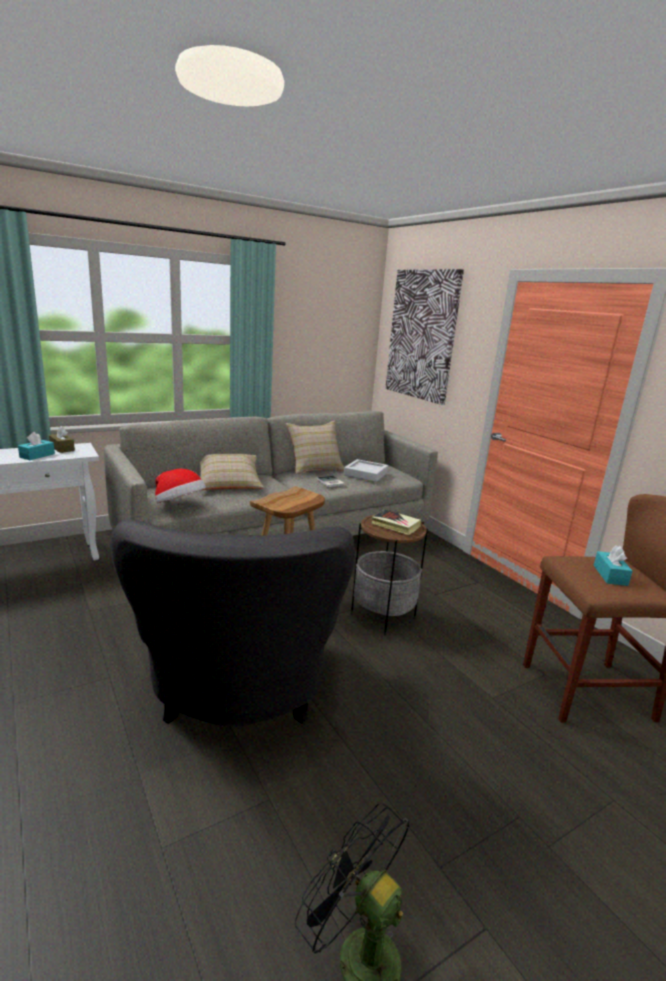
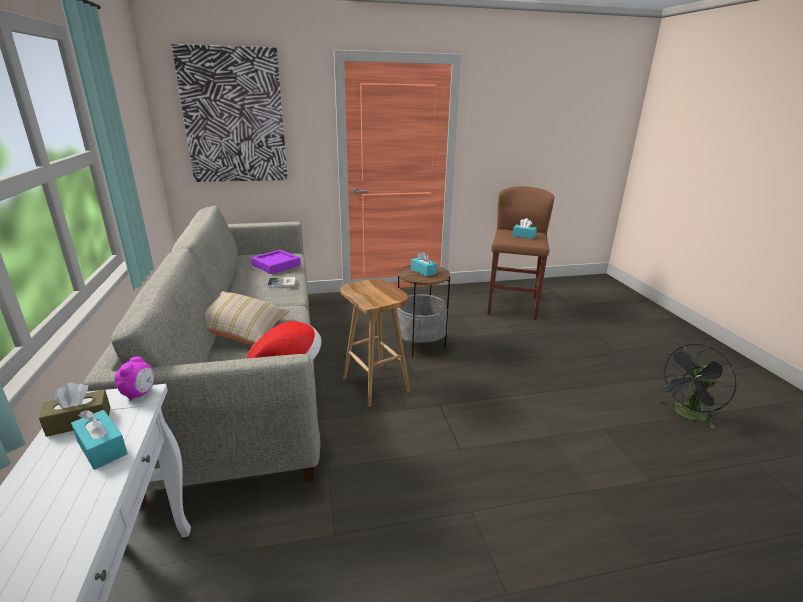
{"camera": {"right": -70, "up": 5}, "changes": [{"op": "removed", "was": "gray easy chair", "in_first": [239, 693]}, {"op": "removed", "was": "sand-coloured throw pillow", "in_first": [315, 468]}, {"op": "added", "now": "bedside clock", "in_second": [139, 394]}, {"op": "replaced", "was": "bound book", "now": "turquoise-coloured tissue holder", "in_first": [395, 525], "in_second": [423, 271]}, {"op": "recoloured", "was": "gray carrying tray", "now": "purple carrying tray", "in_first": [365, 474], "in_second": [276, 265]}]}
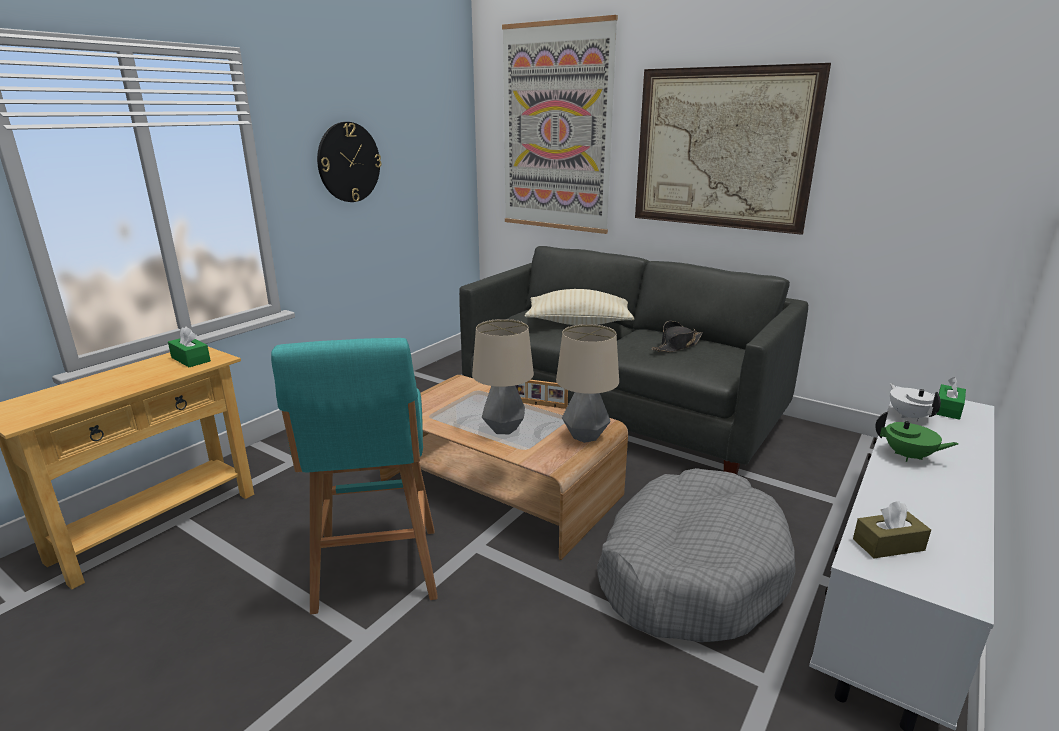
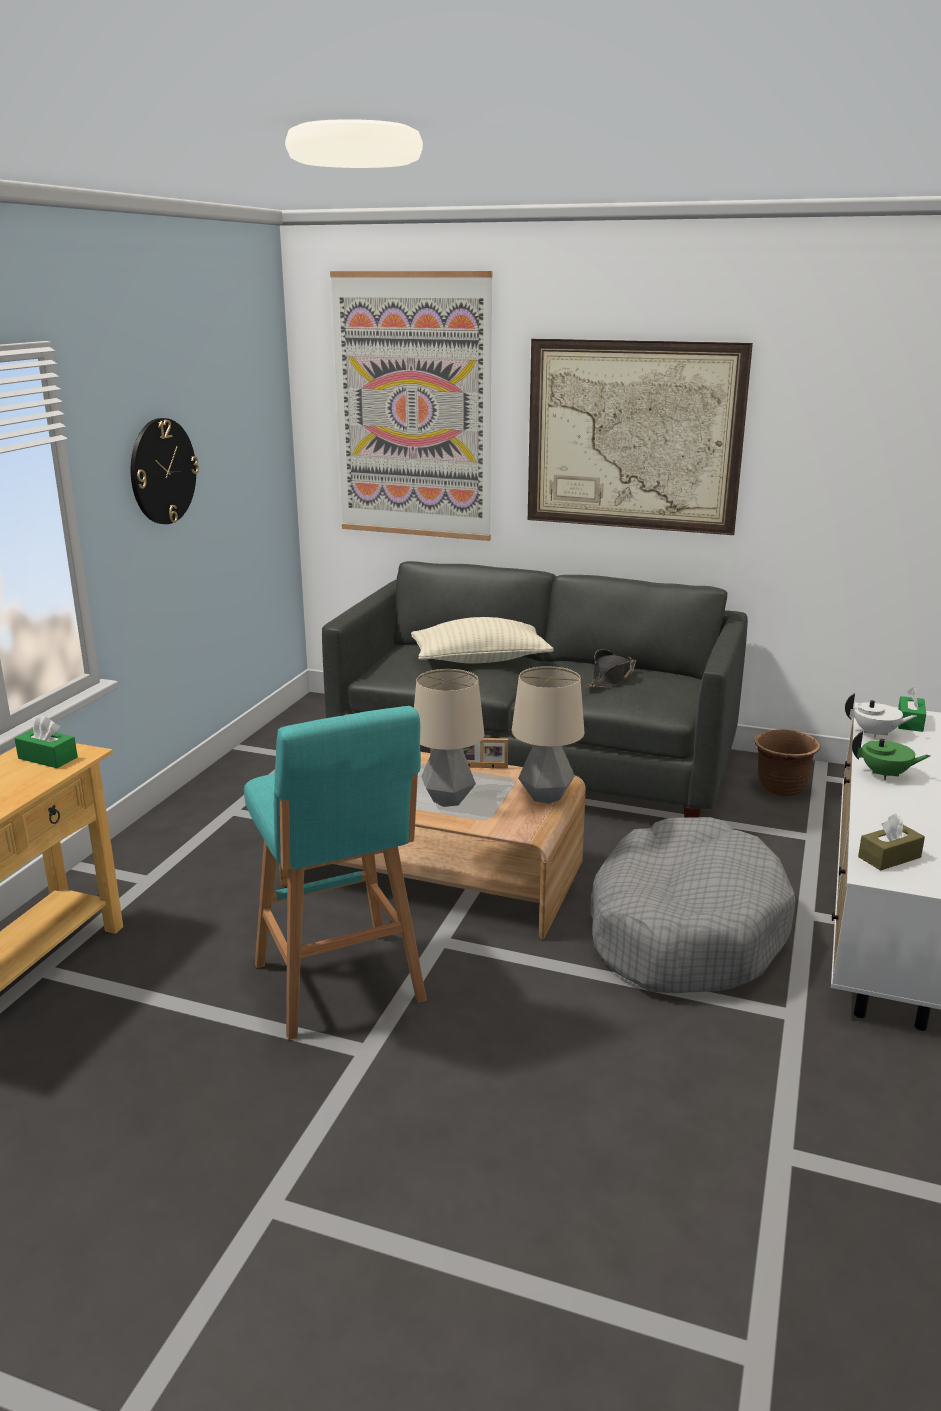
{"camera": {"right": -15, "up": 0}, "changes": [{"op": "added", "now": "brown plant pot", "in_second": [781, 788]}, {"op": "turned", "was": "white tea pot", "in_first": [909, 416], "in_second": [875, 734], "clockwise": 135}]}
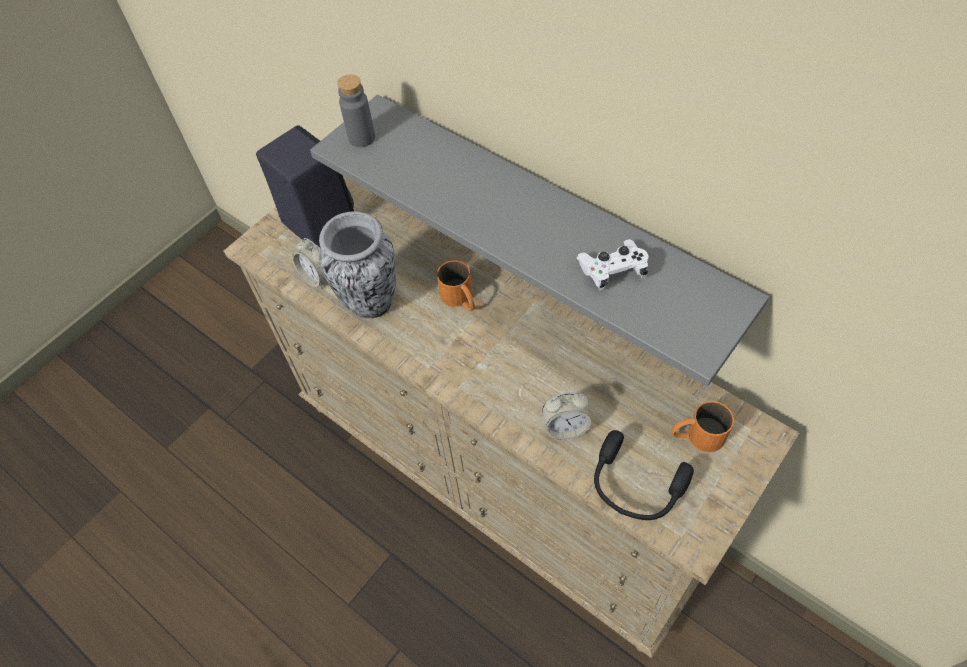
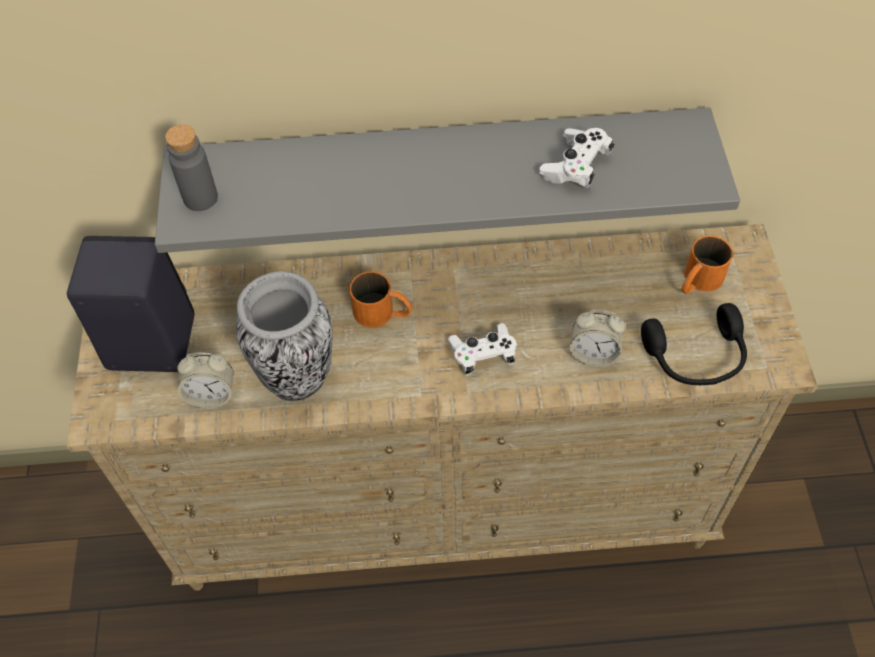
{"camera": {"right": -45, "up": 0}, "changes": [{"op": "added", "now": "white game controller", "in_second": [482, 355]}, {"op": "turned", "was": "bedside clock", "in_first": [565, 427], "in_second": [594, 354], "clockwise": 60}]}
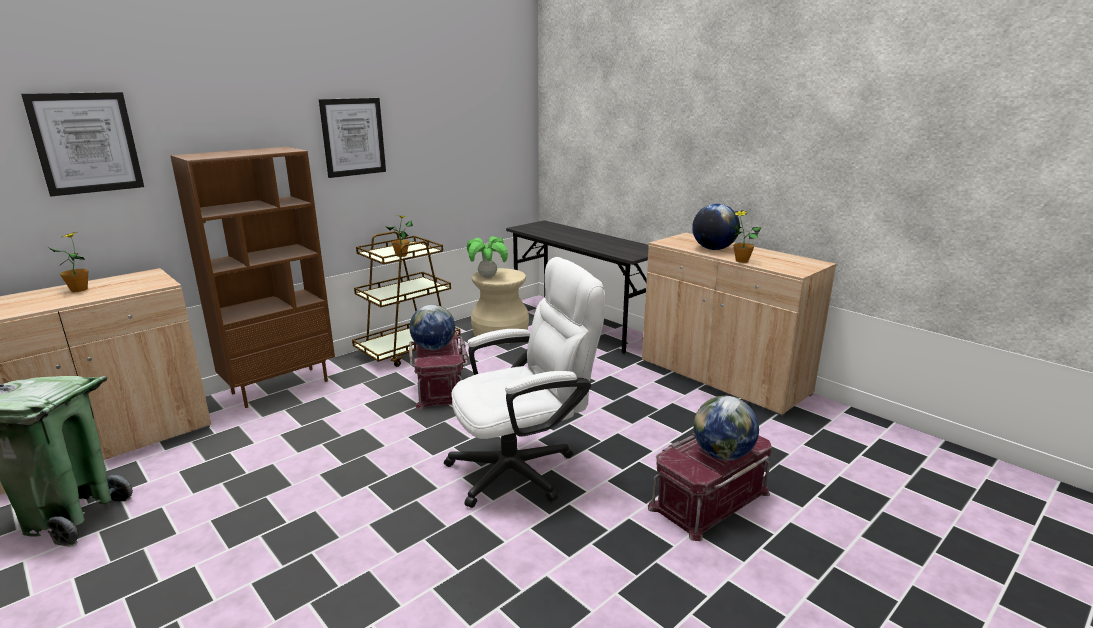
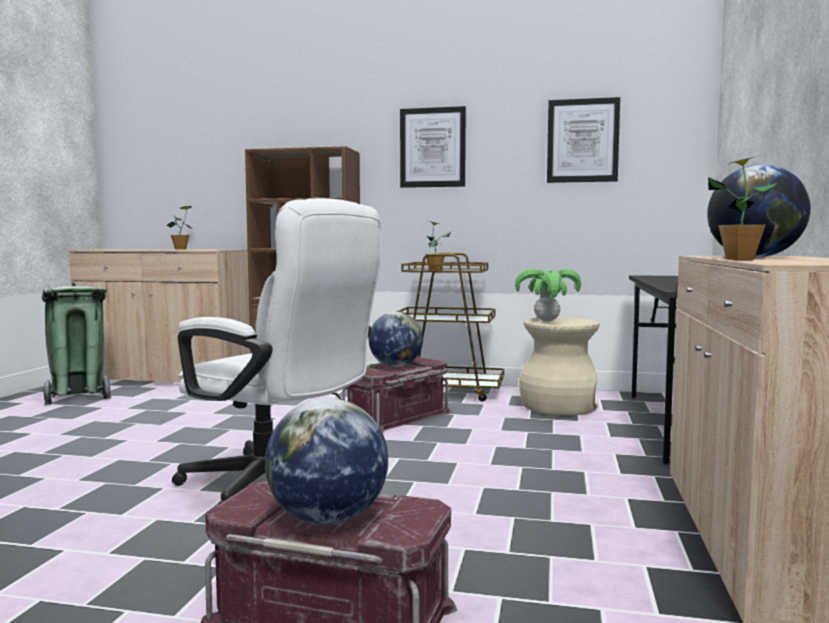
{"camera": {"right": 55, "up": -15}, "changes": [{"op": "moved", "was": "picture", "in_first": [86, 143], "in_second": [582, 141]}]}
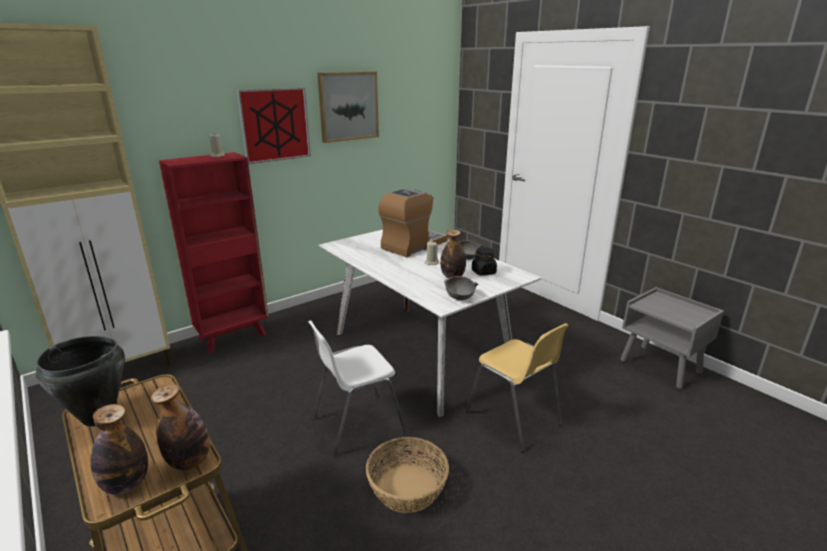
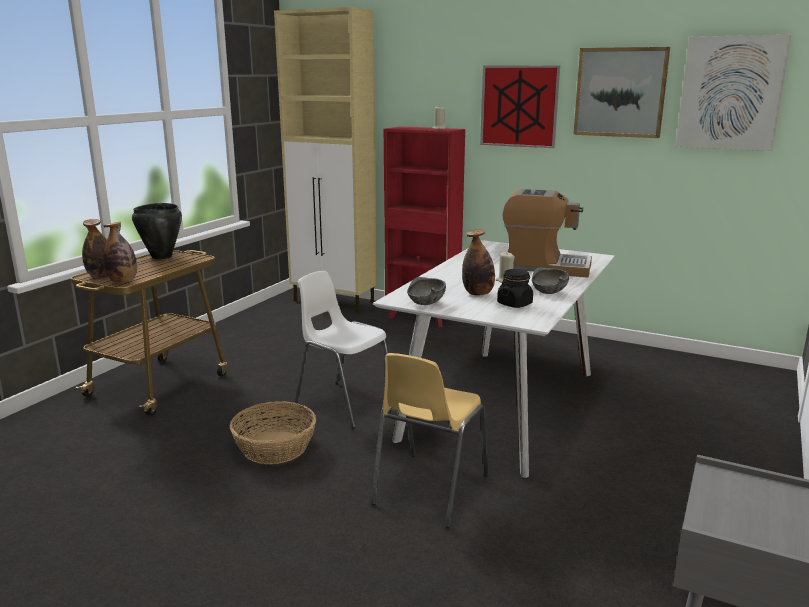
{"camera": {"right": 65, "up": -5}, "changes": [{"op": "added", "now": "picture", "in_second": [730, 93]}]}
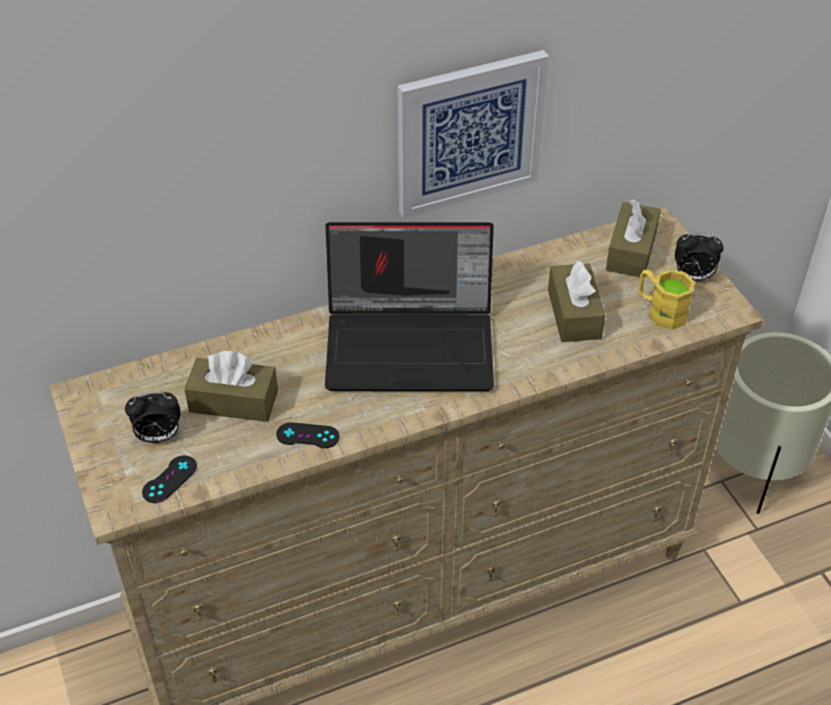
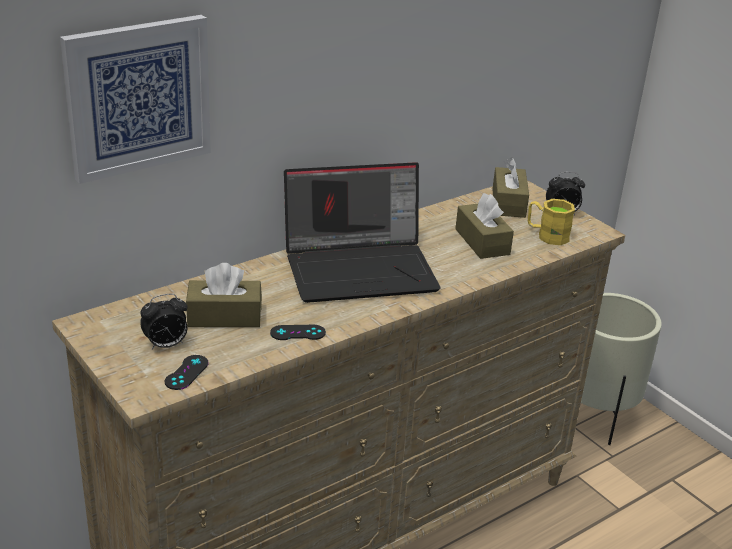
{"camera": {"right": -15, "up": -15}, "changes": [{"op": "moved", "was": "picture", "in_first": [469, 132], "in_second": [138, 97]}]}
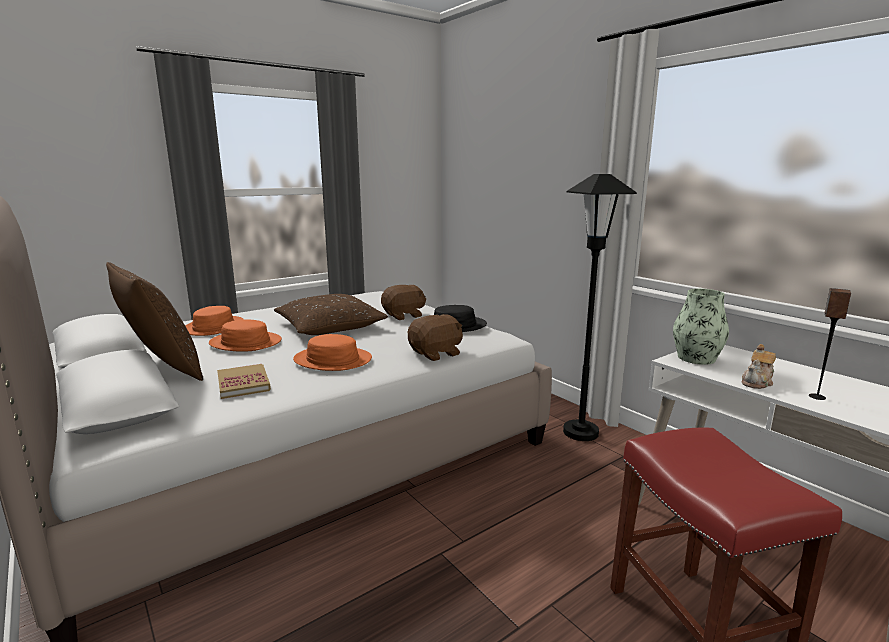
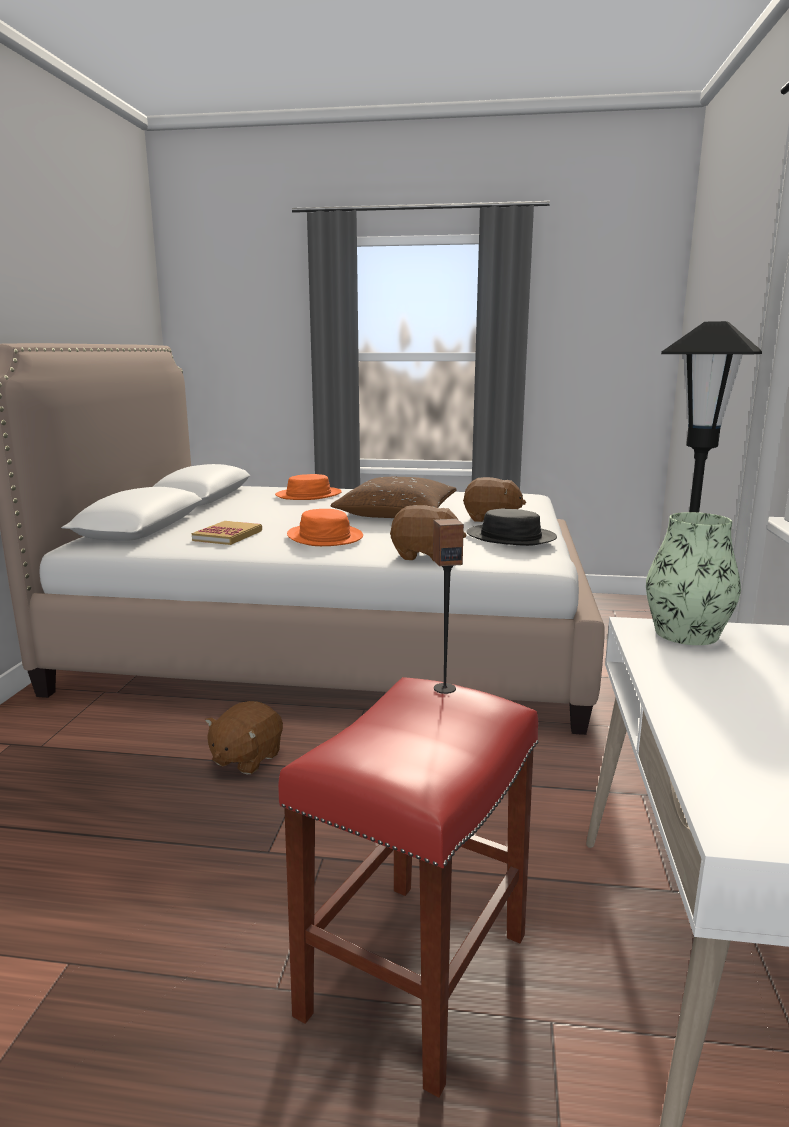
{"camera": {"right": 45, "up": 0}, "changes": [{"op": "removed", "was": "brown throw pillow", "in_first": [162, 370]}, {"op": "removed", "was": "orange-coloured hat", "in_first": [245, 343]}, {"op": "removed", "was": "tea pot", "in_first": [757, 382]}, {"op": "added", "now": "brown plush toy", "in_second": [246, 758]}, {"op": "moved", "was": "loudspeaker", "in_first": [816, 397], "in_second": [444, 688]}]}
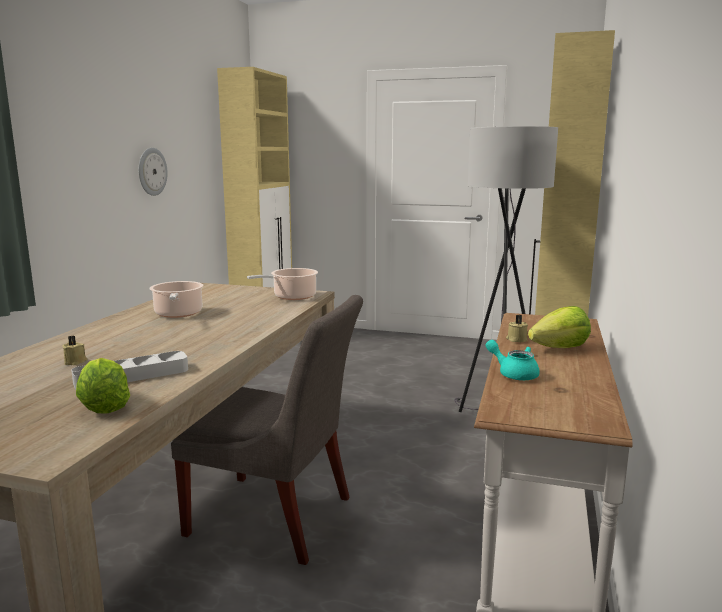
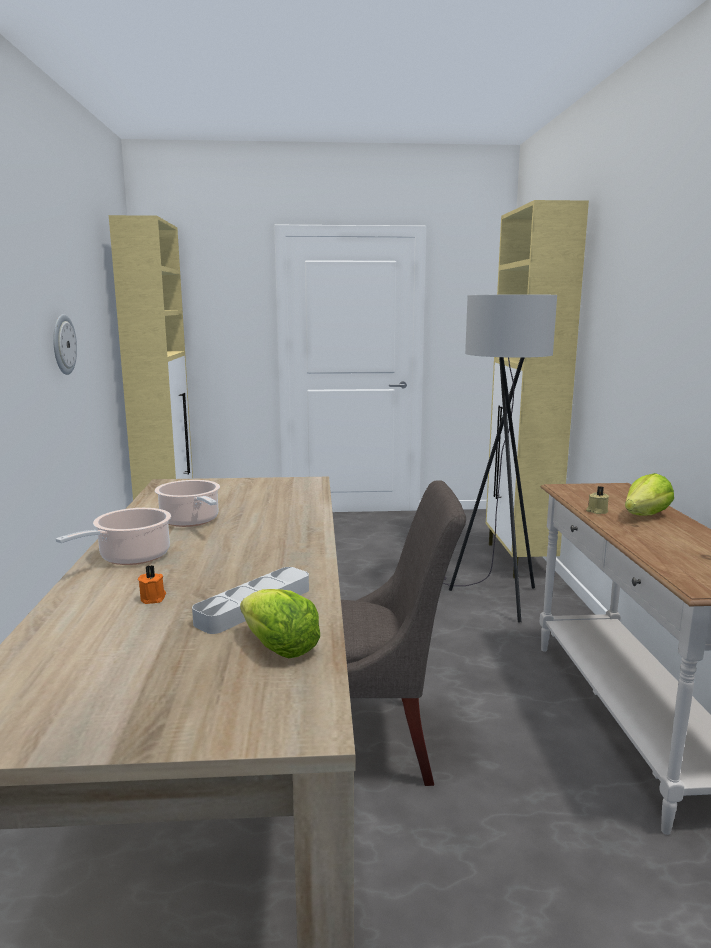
{"camera": {"right": -20, "up": 0}, "changes": [{"op": "removed", "was": "turquoise-coloured tea pot", "in_first": [514, 374]}, {"op": "moved", "was": "saucepot", "in_first": [292, 297], "in_second": [131, 557]}, {"op": "recoloured", "was": "sand-coloured wax light", "now": "orange-coloured wax light", "in_first": [76, 362], "in_second": [154, 598]}]}
